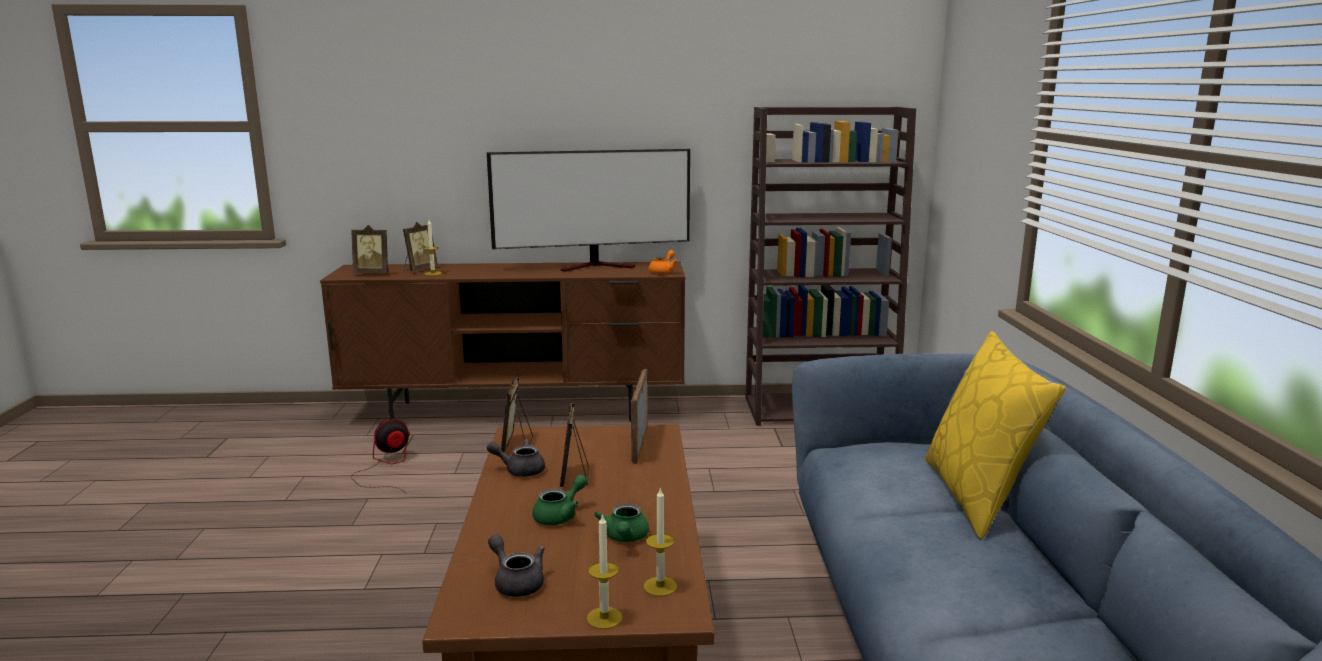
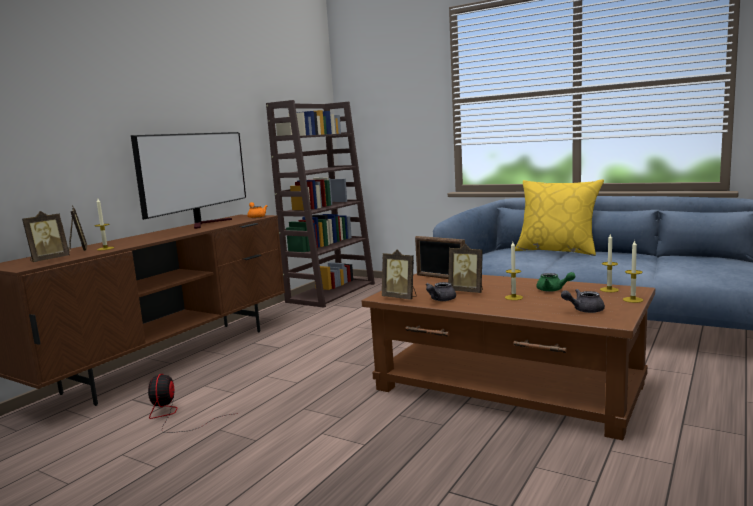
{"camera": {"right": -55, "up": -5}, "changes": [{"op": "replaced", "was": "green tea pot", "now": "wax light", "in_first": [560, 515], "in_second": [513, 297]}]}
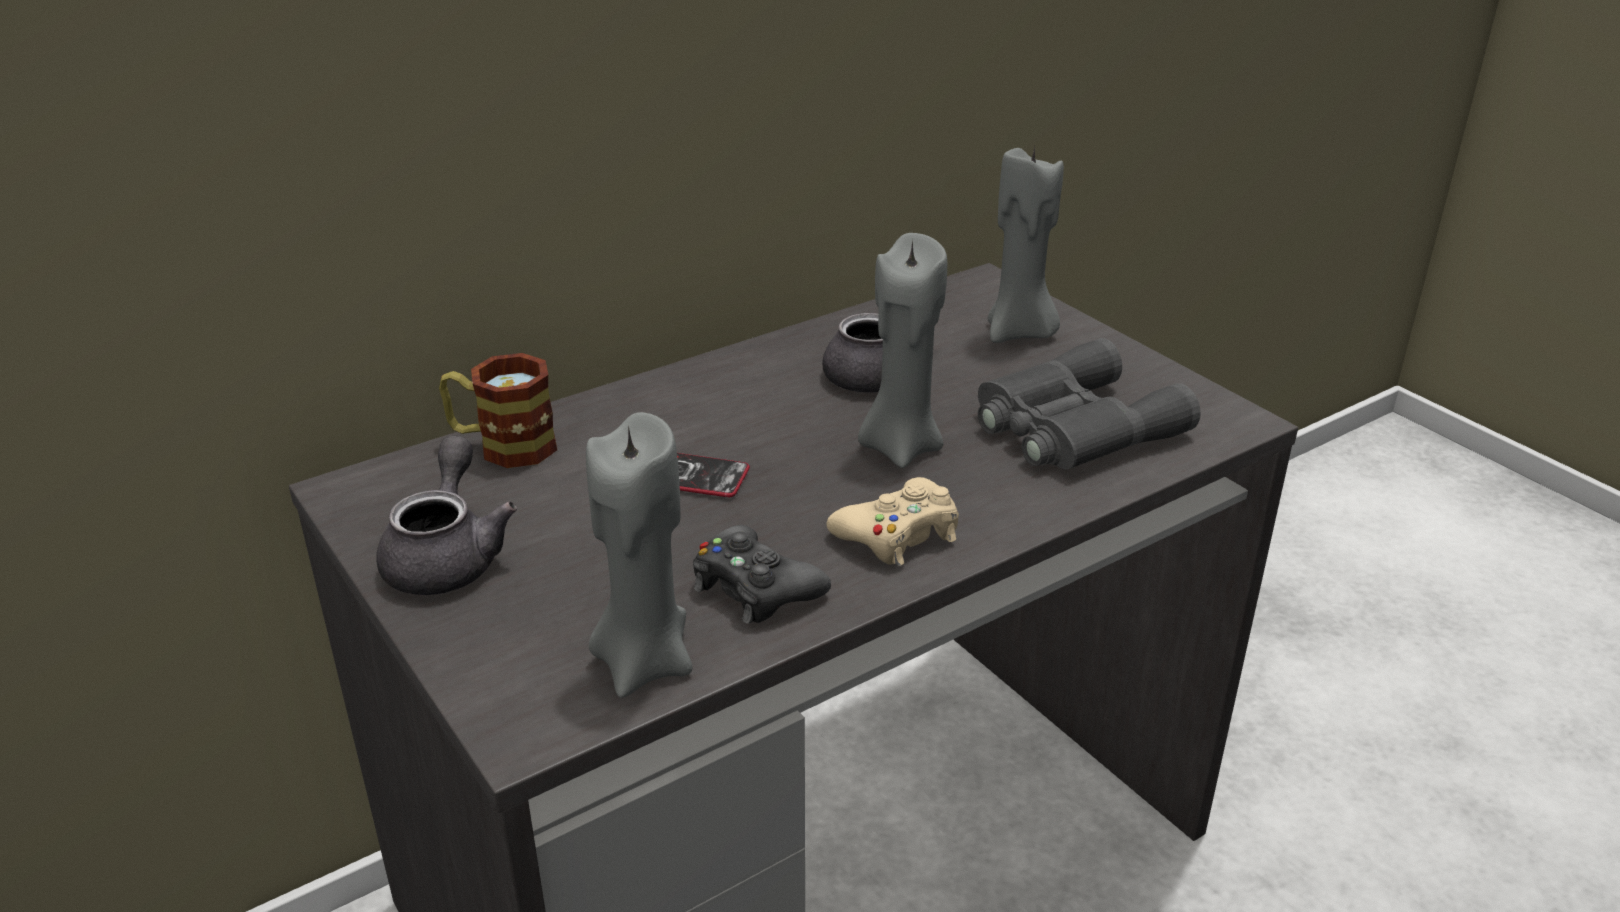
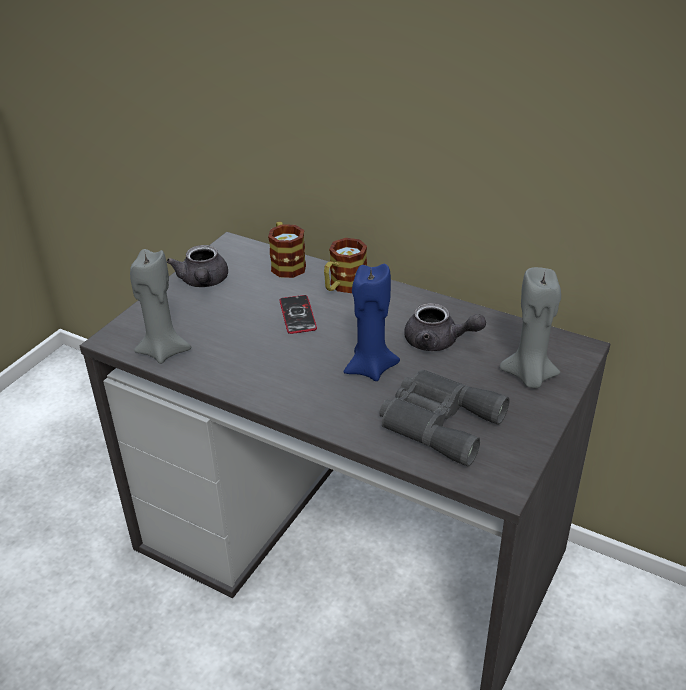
{"camera": {"right": 65, "up": 5}, "changes": [{"op": "removed", "was": "black game controller", "in_first": [755, 588]}, {"op": "removed", "was": "sand-coloured game controller", "in_first": [898, 534]}, {"op": "added", "now": "coffee mug", "in_second": [343, 286]}, {"op": "recoloured", "was": "gray wax light", "now": "blue wax light", "in_first": [900, 446], "in_second": [370, 368]}, {"op": "turned", "was": "gray tea pot", "in_first": [448, 555], "in_second": [203, 282], "clockwise": 105}]}
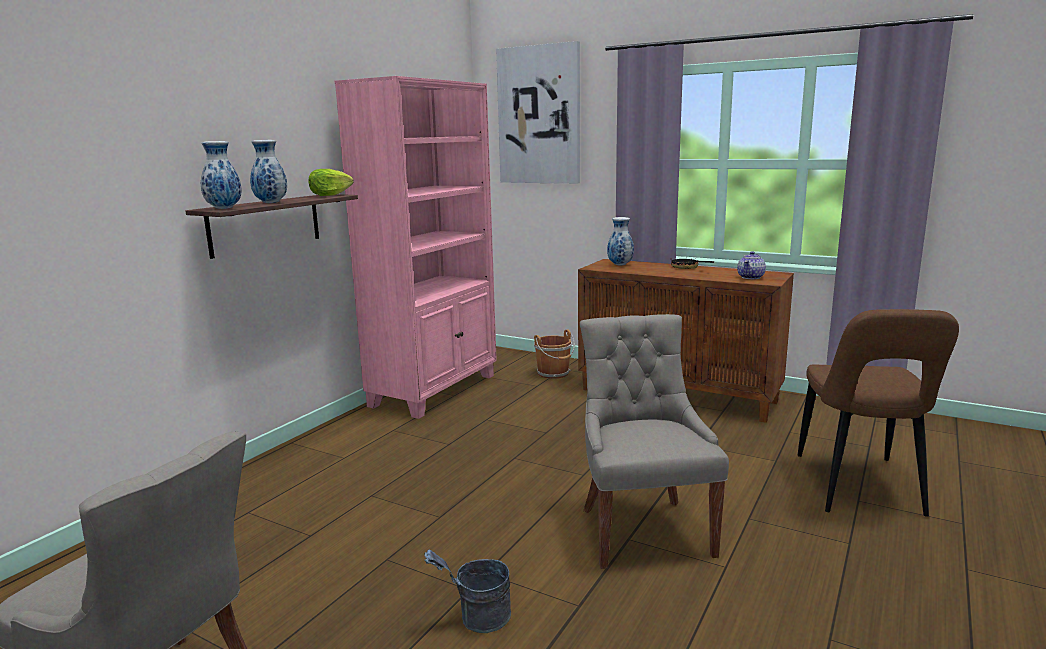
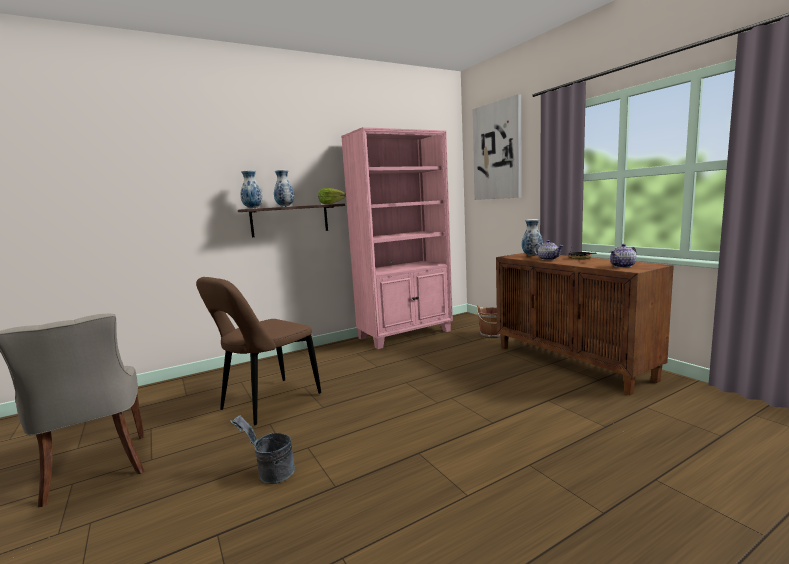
{"camera": {"right": 30, "up": -5}, "changes": [{"op": "removed", "was": "gray plain chair", "in_first": [643, 530]}, {"op": "added", "now": "tea pot", "in_second": [548, 259]}, {"op": "moved", "was": "brown plain chair", "in_first": [860, 488], "in_second": [267, 403]}]}
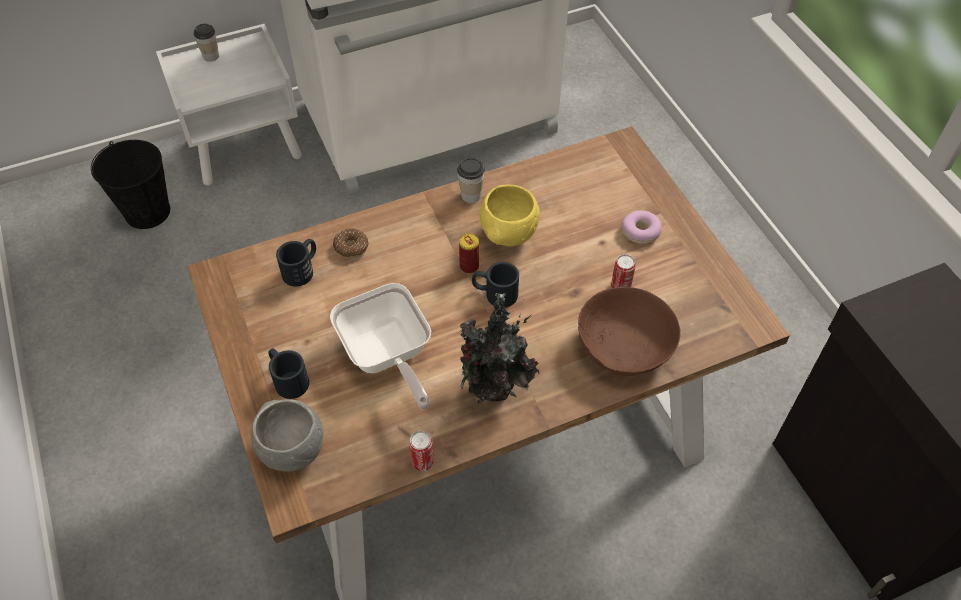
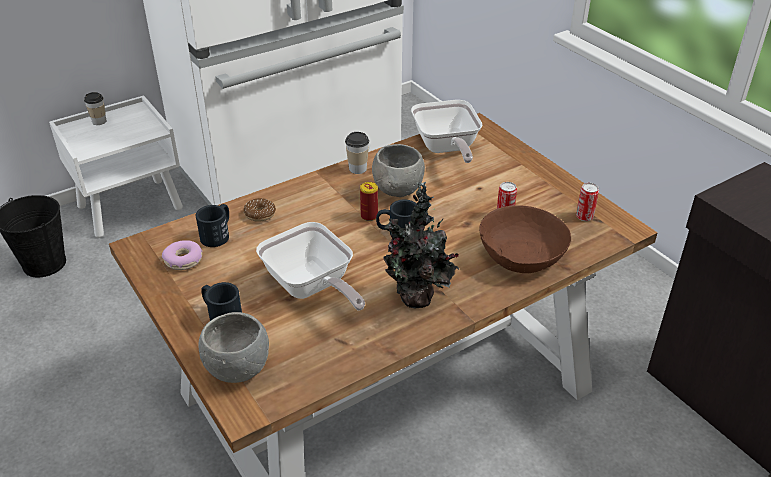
{"camera": {"right": -10, "up": -15}, "changes": [{"op": "added", "now": "pan", "in_second": [446, 148]}, {"op": "moved", "was": "metal can", "in_first": [422, 462], "in_second": [584, 217]}, {"op": "moved", "was": "donut", "in_first": [640, 232], "in_second": [184, 260]}, {"op": "recoloured", "was": "yellow bowl", "now": "gray bowl", "in_first": [507, 236], "in_second": [397, 192]}]}
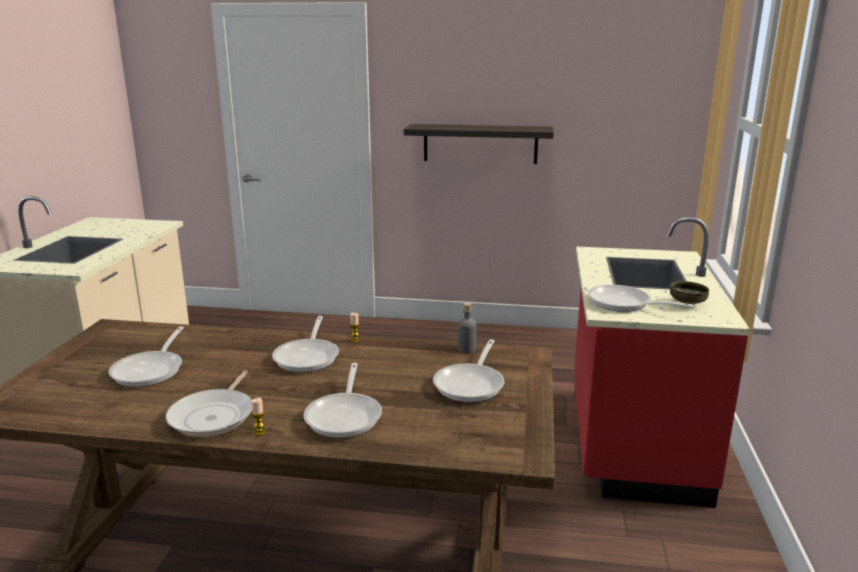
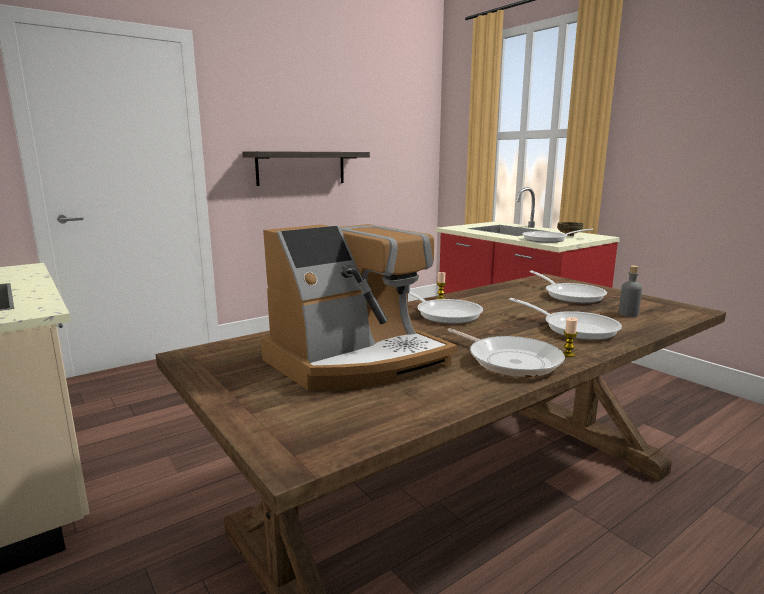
{"camera": {"right": -45, "up": -5}, "changes": [{"op": "moved", "was": "gray beverage bottle", "in_first": [466, 349], "in_second": [628, 314]}, {"op": "replaced", "was": "pan", "now": "coffee maker", "in_first": [151, 370], "in_second": [357, 361]}]}
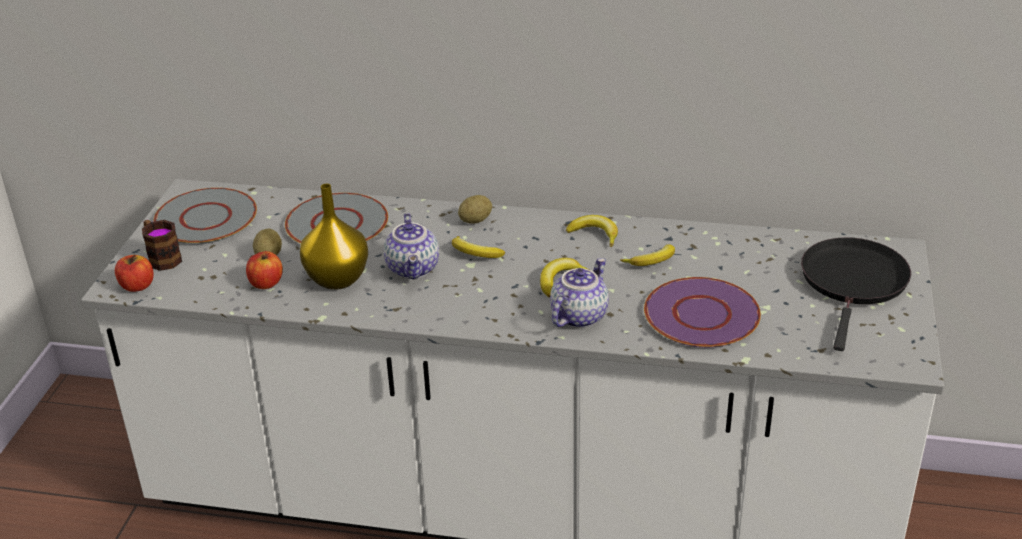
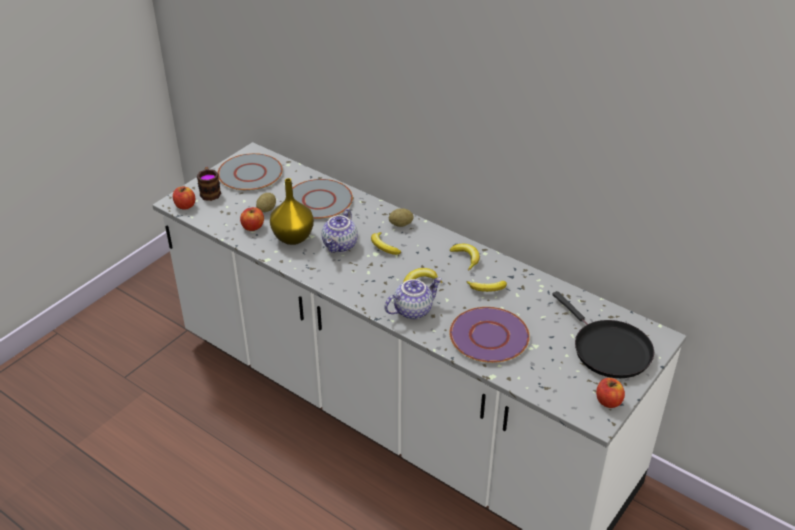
{"camera": {"right": 25, "up": 5}, "changes": [{"op": "added", "now": "whole apple", "in_second": [608, 401]}, {"op": "turned", "was": "black pan", "in_first": [853, 283], "in_second": [608, 349], "clockwise": 105}]}
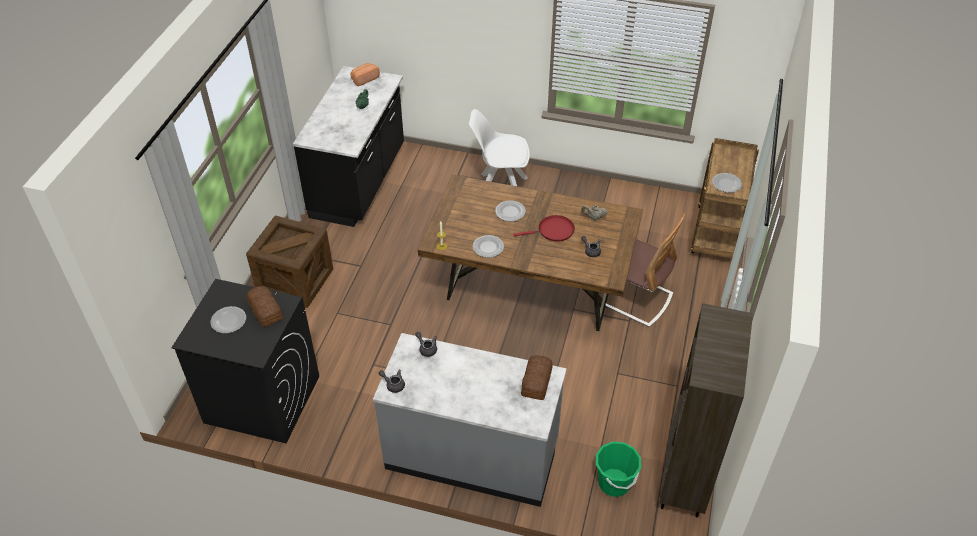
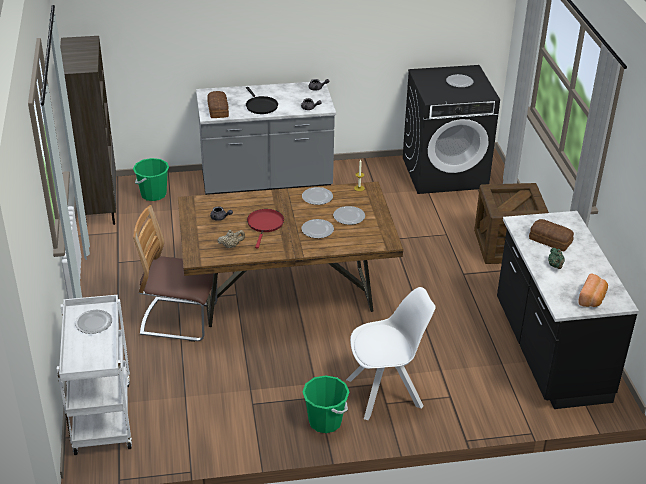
{"camera": {"right": 155, "up": -10}, "changes": [{"op": "added", "now": "black pan", "in_second": [260, 106]}, {"op": "added", "now": "green pail", "in_second": [325, 421]}, {"op": "added", "now": "dinner plate", "in_second": [348, 216]}, {"op": "moved", "was": "bread", "in_first": [265, 310], "in_second": [550, 241]}, {"op": "recoloured", "was": "brown wheeled cart", "now": "white wheeled cart", "in_first": [716, 235], "in_second": [101, 415]}, {"op": "turned", "was": "red pan", "in_first": [553, 231], "in_second": [265, 225], "clockwise": 135}]}
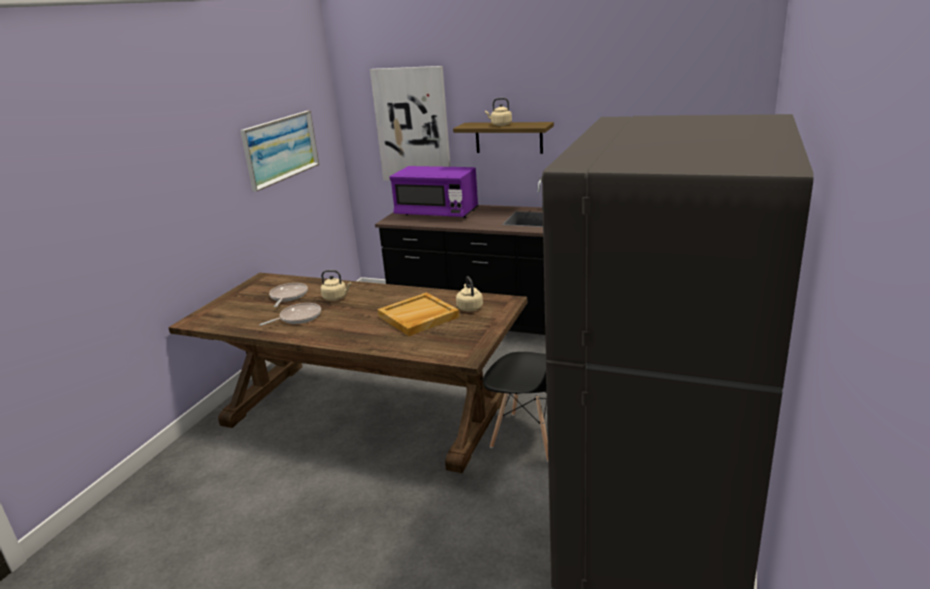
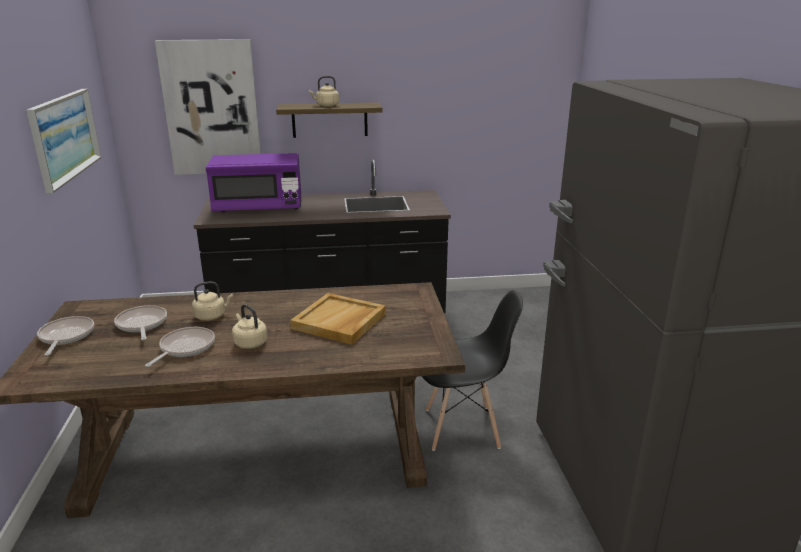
{"camera": {"right": -30, "up": 0}, "changes": [{"op": "added", "now": "pan", "in_second": [65, 336]}, {"op": "moved", "was": "sand-coloured tea kettle", "in_first": [469, 307], "in_second": [249, 343]}]}
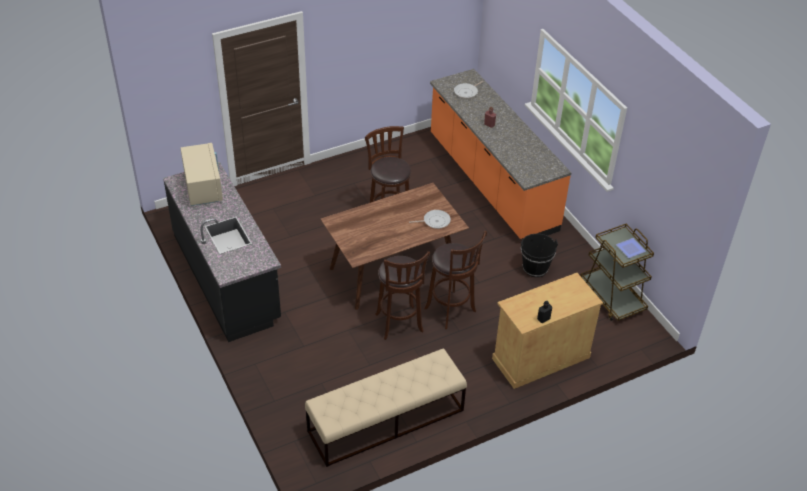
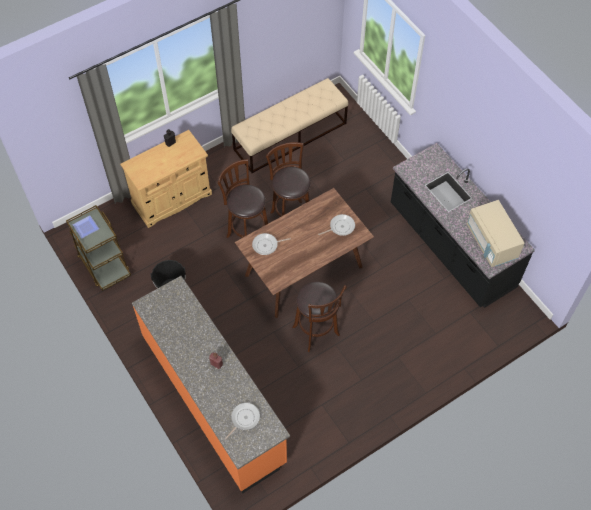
{"camera": {"right": 175, "up": 15}, "changes": [{"op": "added", "now": "pan", "in_second": [340, 227]}]}
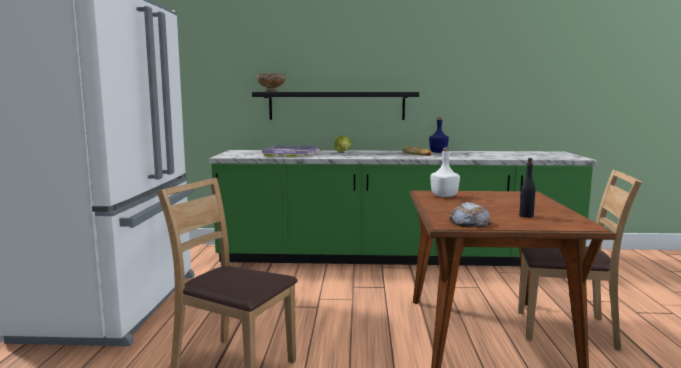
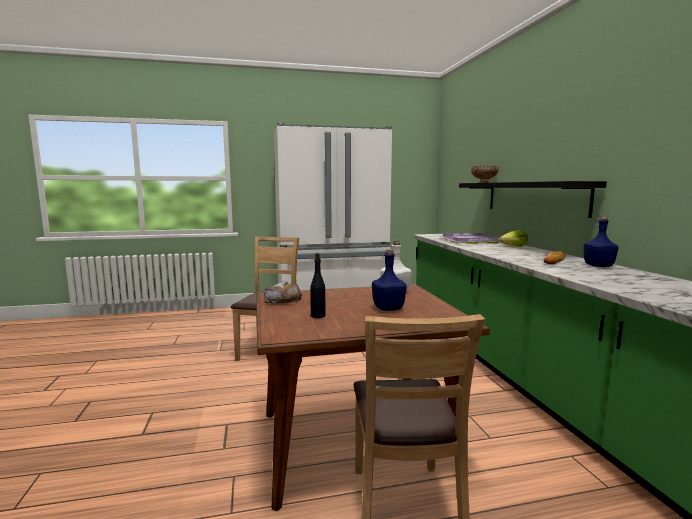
{"camera": {"right": 75, "up": 0}, "changes": [{"op": "added", "now": "blue beverage bottle", "in_second": [388, 309]}]}
